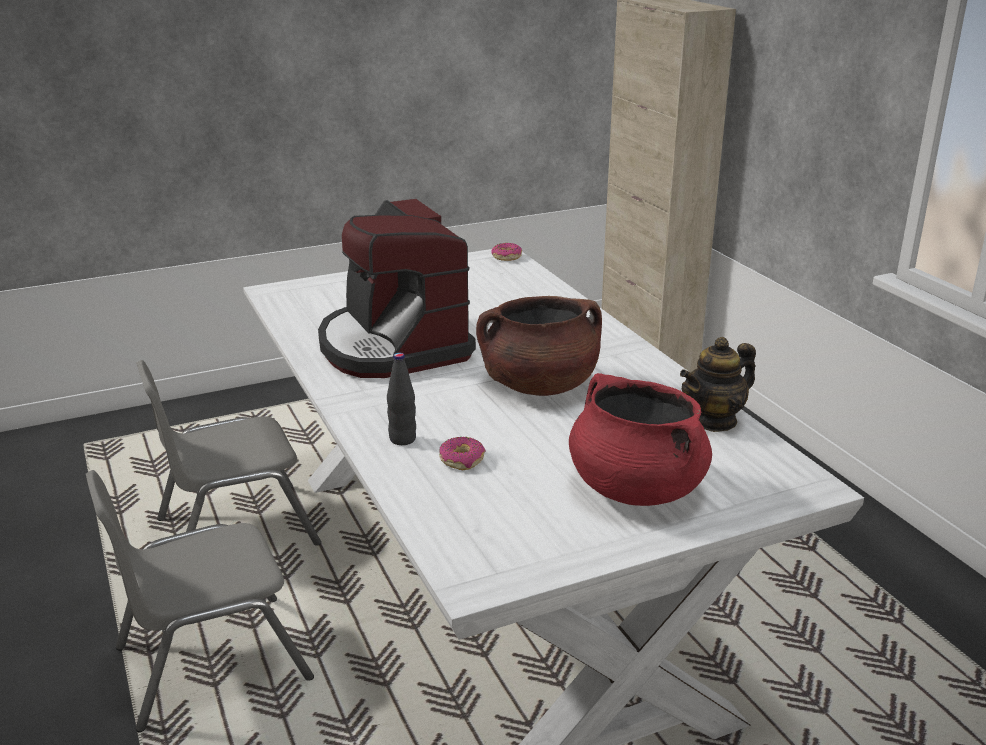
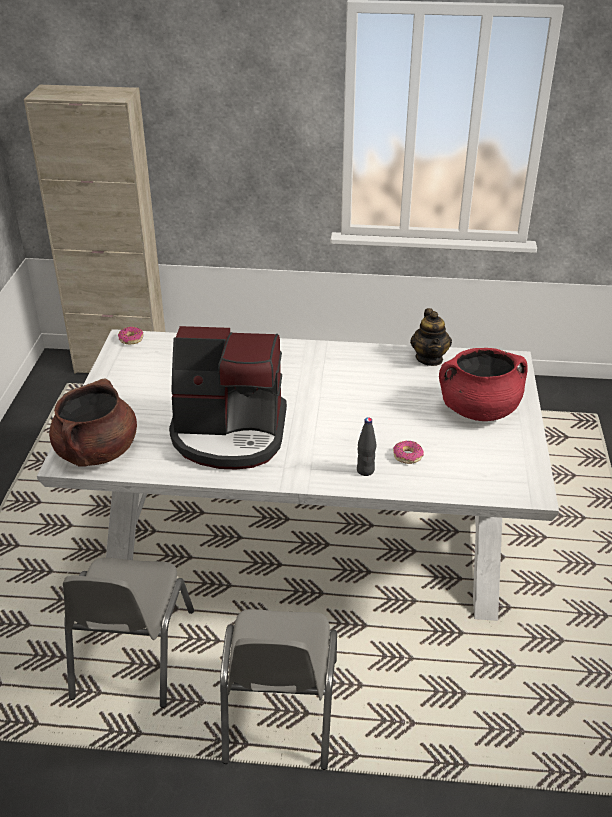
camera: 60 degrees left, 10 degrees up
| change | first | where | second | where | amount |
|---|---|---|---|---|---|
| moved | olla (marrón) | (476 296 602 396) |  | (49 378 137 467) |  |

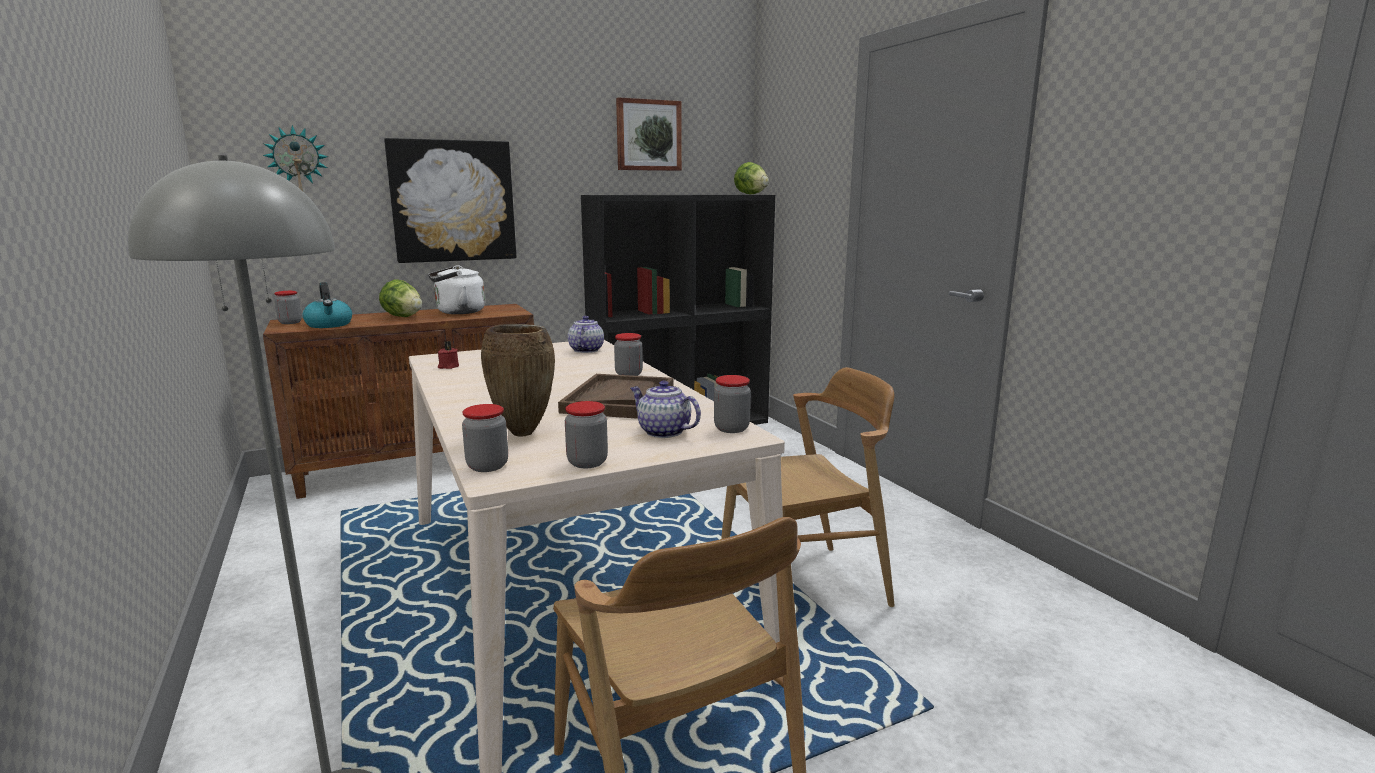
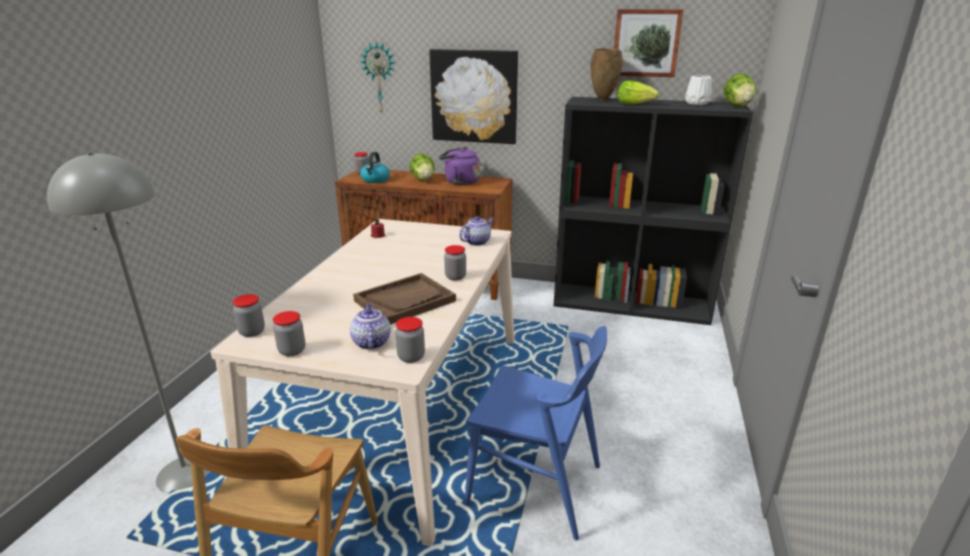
camera: 40 degrees right, 10 degrees up
| change | first | where | second | where | amount |
|---|---|---|---|---|---|
| recoloured | hervidor (blanco) | (428 265 485 314) | hervidor (morado) | (439 147 480 185) |  |
| recoloured | silla (marrón) | (721 367 895 607) | silla (azul) | (464 326 607 540) |  |
| moved | florero (marrón) | (481 324 555 437) |  | (591 48 623 100) |  |
| added |  |  | lechuga | (617 80 659 104) |  |
| added |  |  | florero (blanco) | (685 75 712 105) |  |

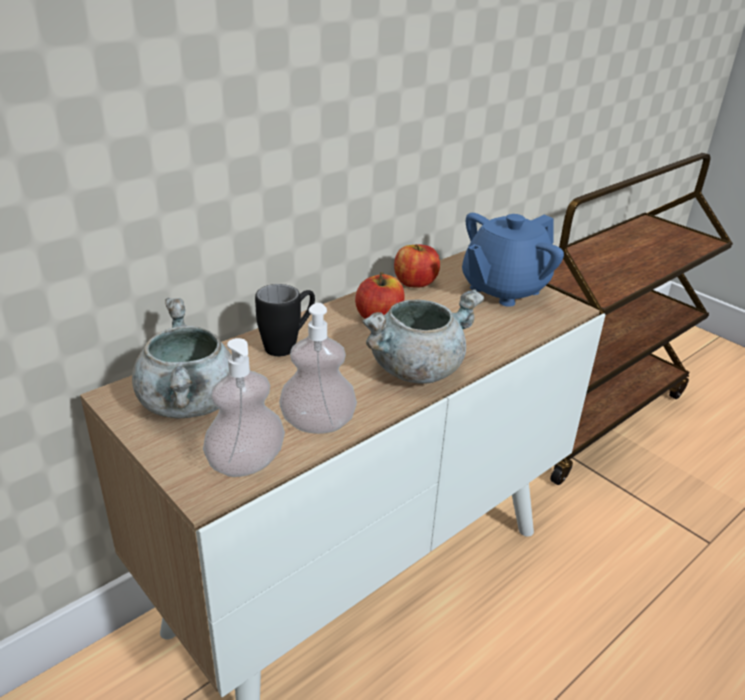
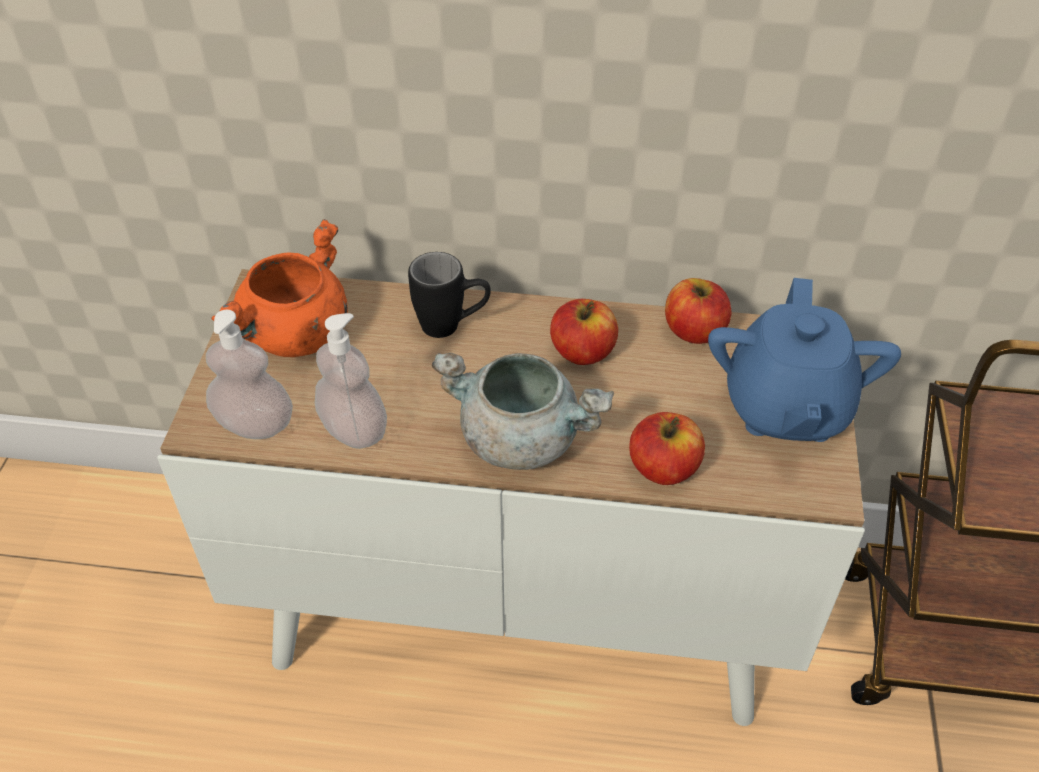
camera: 50 degrees right, 15 degrees up
| change | first | where | second | where | amount |
|---|---|---|---|---|---|
| recoloured | olla (gris) | (132 298 231 418) | olla (naranja) | (211 219 348 357) |  |
| added |  |  | manzana | (629 412 705 485) |  |
| turned | tetera (azul) | (462 213 564 307) |  | (708 278 901 442) | 90 degrees counterclockwise |

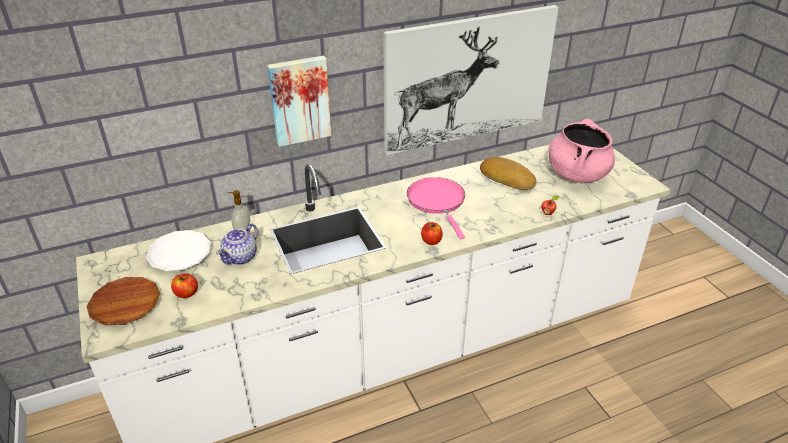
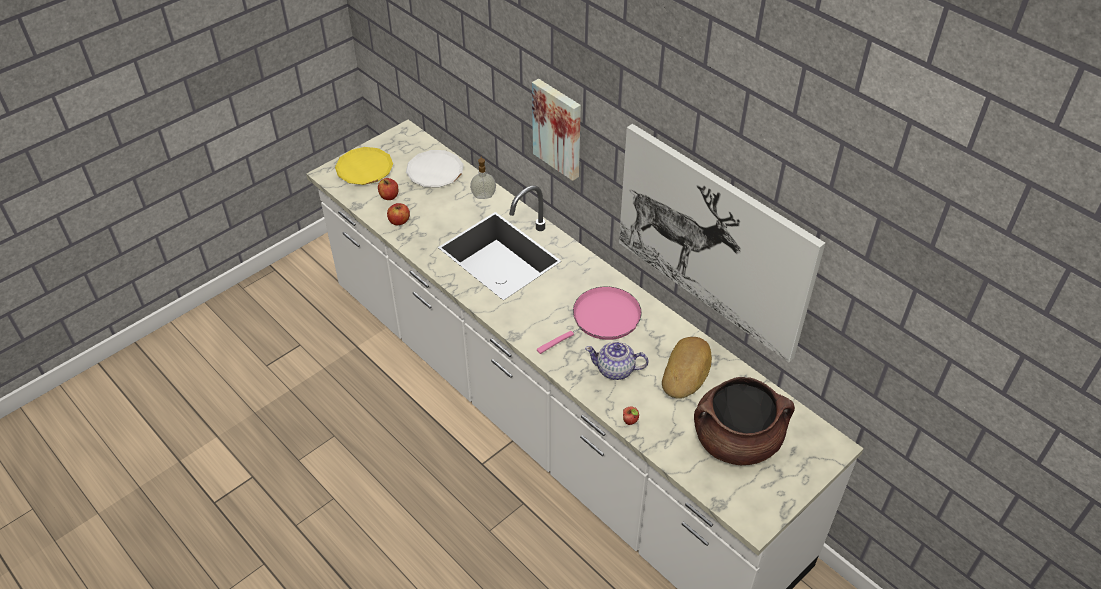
camera: 70 degrees right, 10 degrees up
| change | first | where | second | where | amount |
|---|---|---|---|---|---|
| recoloured | plato (marrón) | (87 277 160 325) | plato (amarillo) | (335 147 393 185) |  |
| moved | manzana | (421 222 442 245) |  | (387 203 410 225) |  |
| moved | tetera | (216 224 258 265) |  | (585 341 649 380) |  |
| recoloured | olla (rosa) | (549 118 615 183) | olla (marrón) | (694 377 795 465) |  |

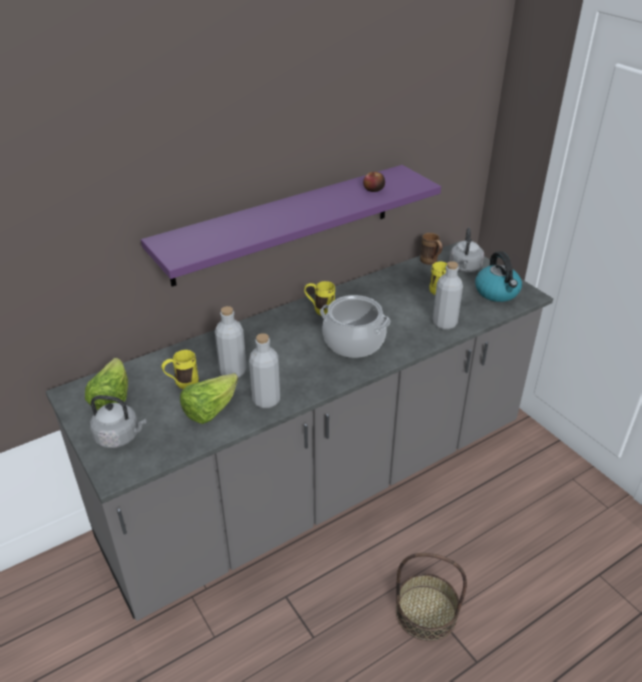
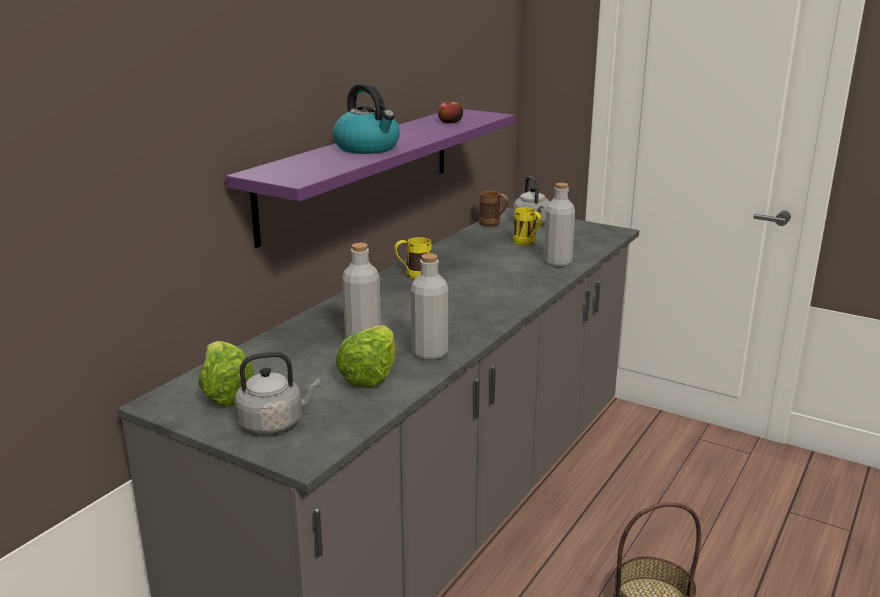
camera: 25 degrees left, 15 degrees down
| change | first | where | second | where | amount |
|---|---|---|---|---|---|
| moved | hervidor | (475 251 522 302) |  | (333 83 400 154) |  |
| removed | taza grande (amarillo) | (161 350 199 389) |  |  |  |
| removed | olla | (320 295 390 358) |  |  |  |

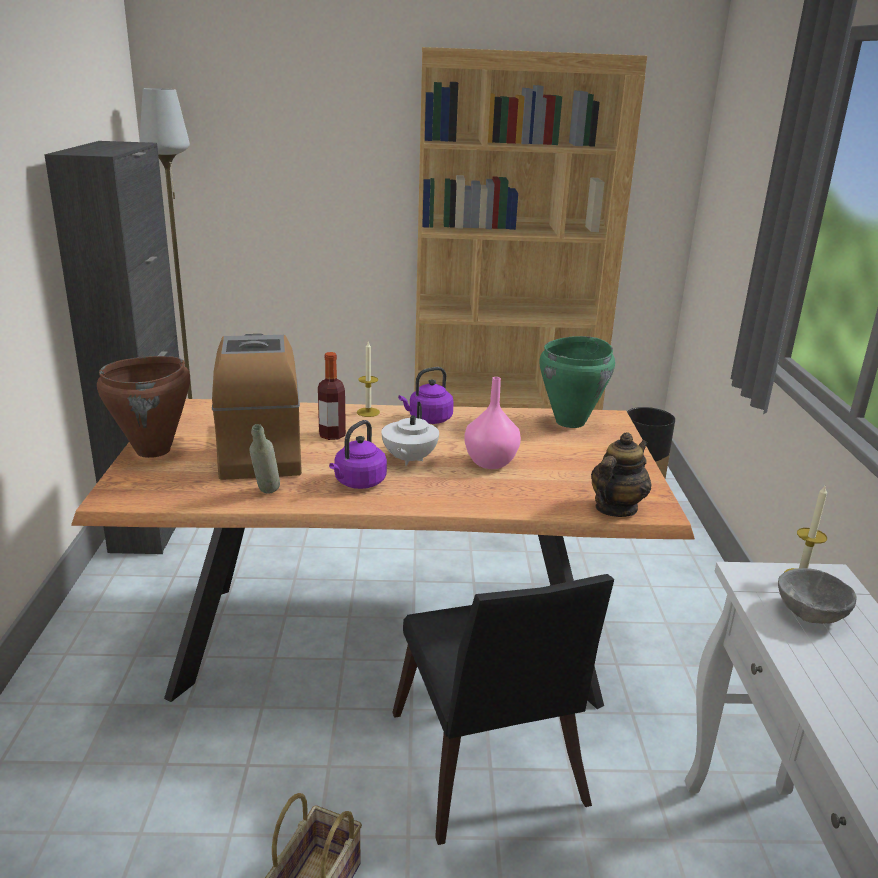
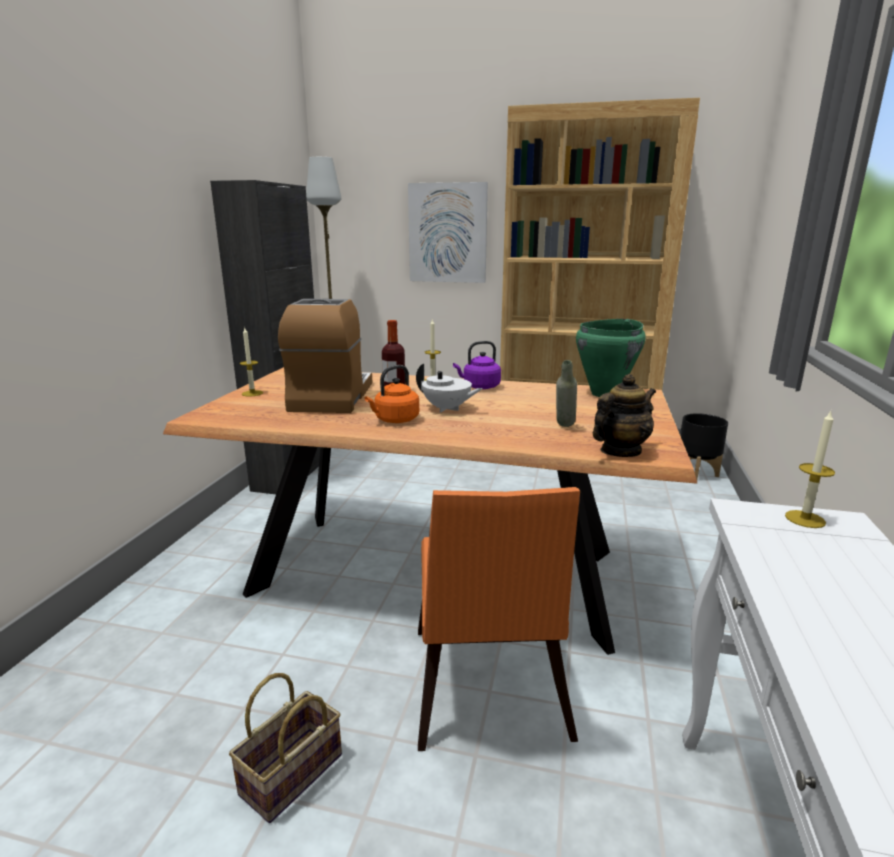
camera: 15 degrees right, 5 degrees down
| change | first | where | second | where | amount |
|---|---|---|---|---|---|
| replaced | olla (marrón) | (97 356 190 458) | vela | (240 328 263 397) |  |
| recoloured | hervidor (morado) | (329 420 387 489) | hervidor (naranja) | (364 365 419 423) |  |
| added |  |  | cuadro | (408 182 488 283) |  |
| turned | tetera (blanco) | (381 402 439 466) |  | (416 364 483 413) | 90 degrees counterclockwise |
| recoloured | silla (negro) | (392 574 614 845) | silla (naranja) | (418 487 580 751) |  |
| moved | botella (gris) | (249 424 280 494) |  | (556 360 577 427) |  |
| removed | florero (rosa) | (464 377 521 469) |  |  |  |
| removed | cuenco (gris) | (778 568 857 624) |  |  |  |

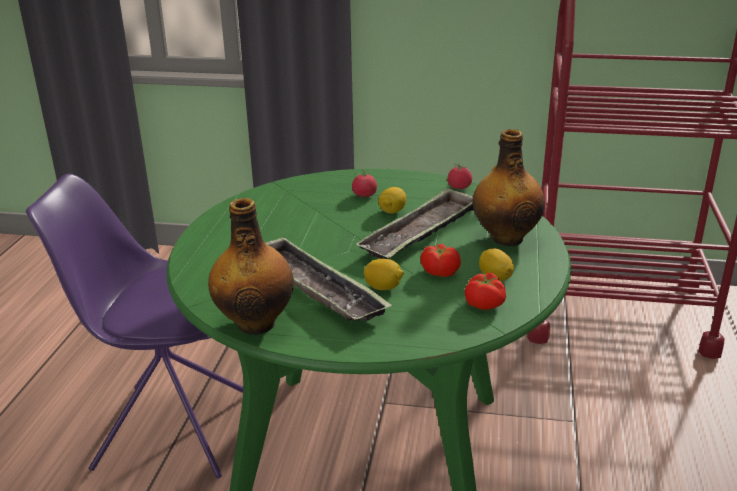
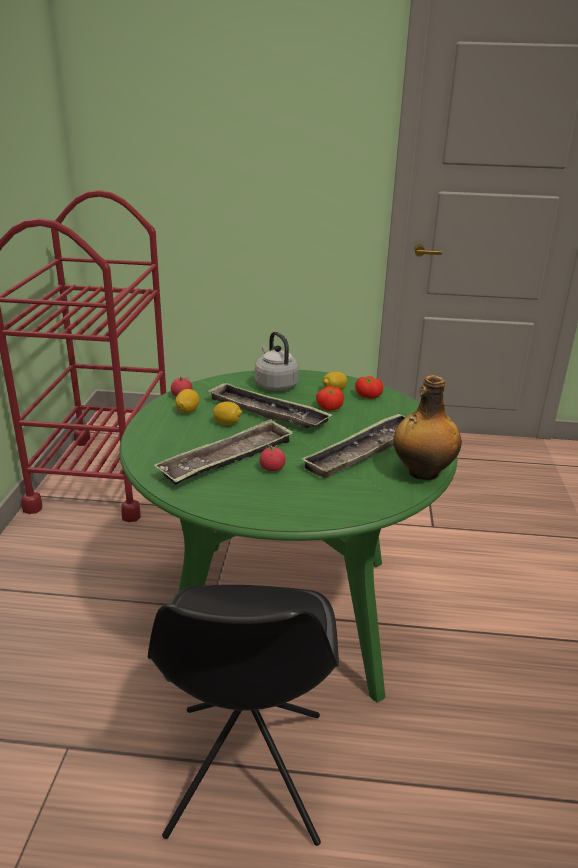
camera: 95 degrees left, 0 degrees up
| change | first | where | second | where | amount |
|---|---|---|---|---|---|
| recoloured | silla (morado) | (26 174 243 479) | silla (negro) | (148 585 339 846) |  |
| added |  |  | bandeja | (154 419 294 485) |  |
| moved | limón | (364 259 404 290) |  | (175 389 200 413) |  |
| replaced | botella | (472 129 545 246) | hervidor (gris) | (255 332 299 391) |  |
| moved | tomate | (352 169 377 197) |  | (260 444 285 471) |  |

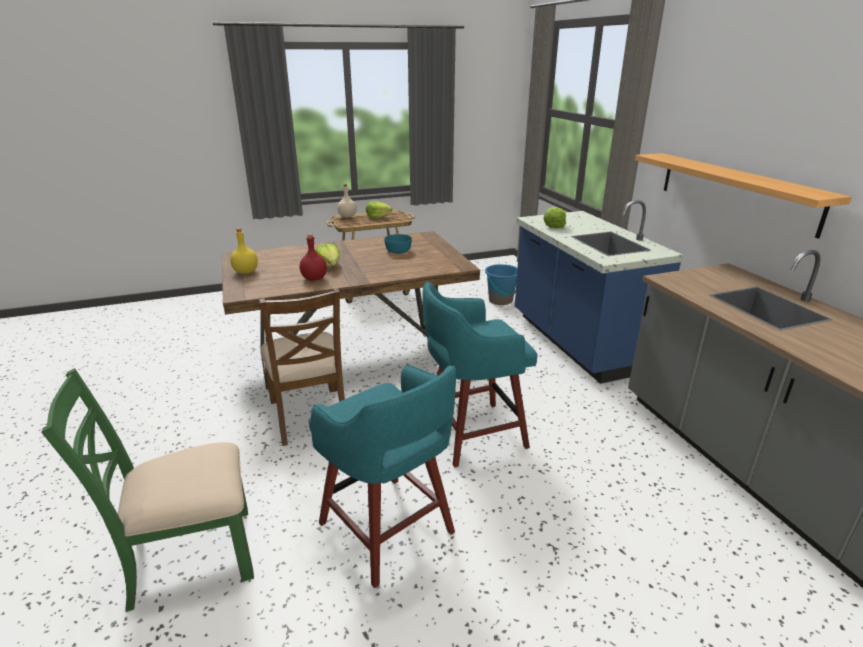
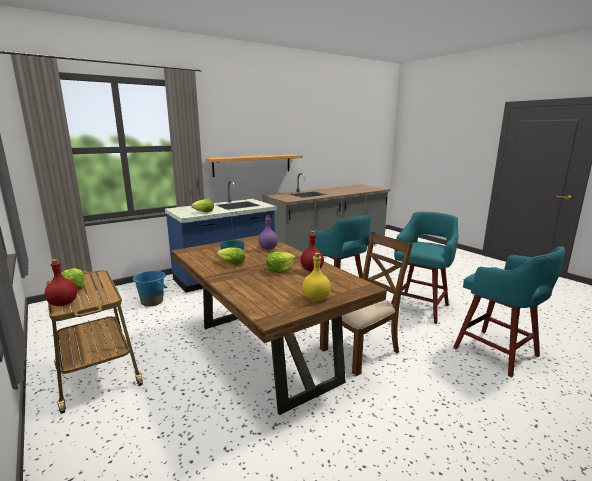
camera: 105 degrees left, 10 degrees down
| change | first | where | second | where | amount |
|---|---|---|---|---|---|
| recoloured | botella (beis) | (337 184 357 218) | botella (rojo) | (45 259 77 306) |  |
| added |  |  | lechuga | (217 247 245 265) |  |
| added |  |  | botella (morado) | (258 215 278 250) |  |
| replaced | silla (verde) | (41 368 254 612) | taburete (turquesa) | (453 246 565 378) |  |

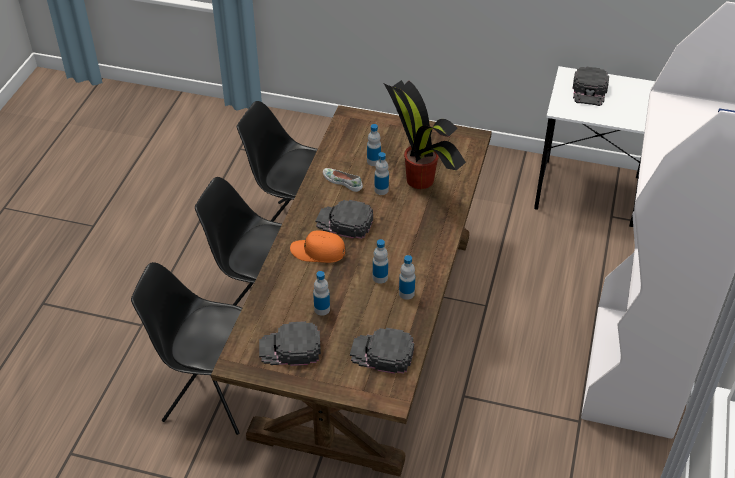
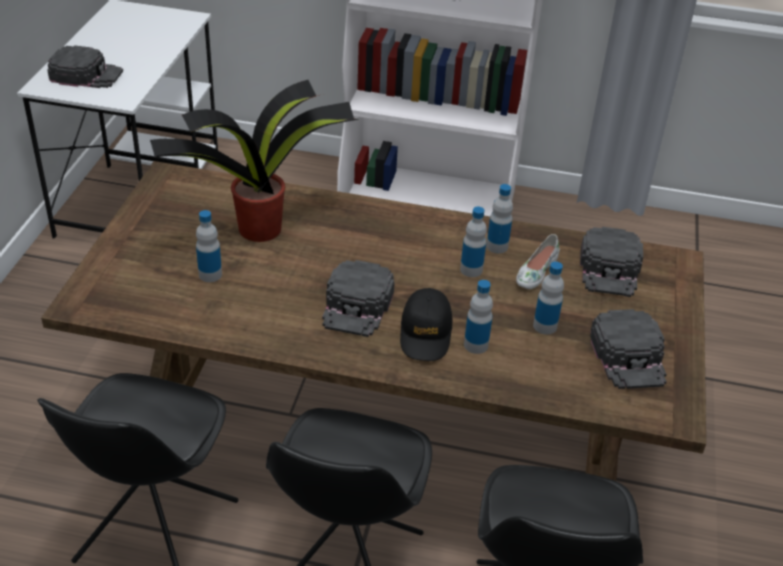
camera: 95 degrees left, 5 degrees down
| change | first | where | second | where | amount |
|---|---|---|---|---|---|
| recoloured | gorra (naranja) | (290 230 345 263) | gorra (negro) | (400 288 452 361) |  |
| moved | botella | (375 152 389 195) |  | (464 280 493 354) |  |
| moved | zapato (blanco) | (323 168 363 192) |  | (516 234 560 289) |  |

